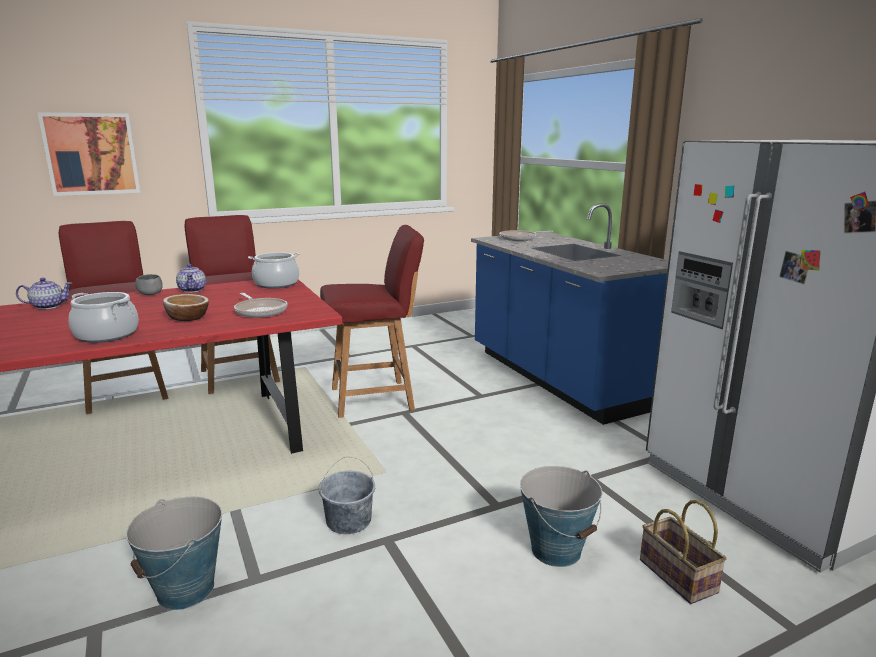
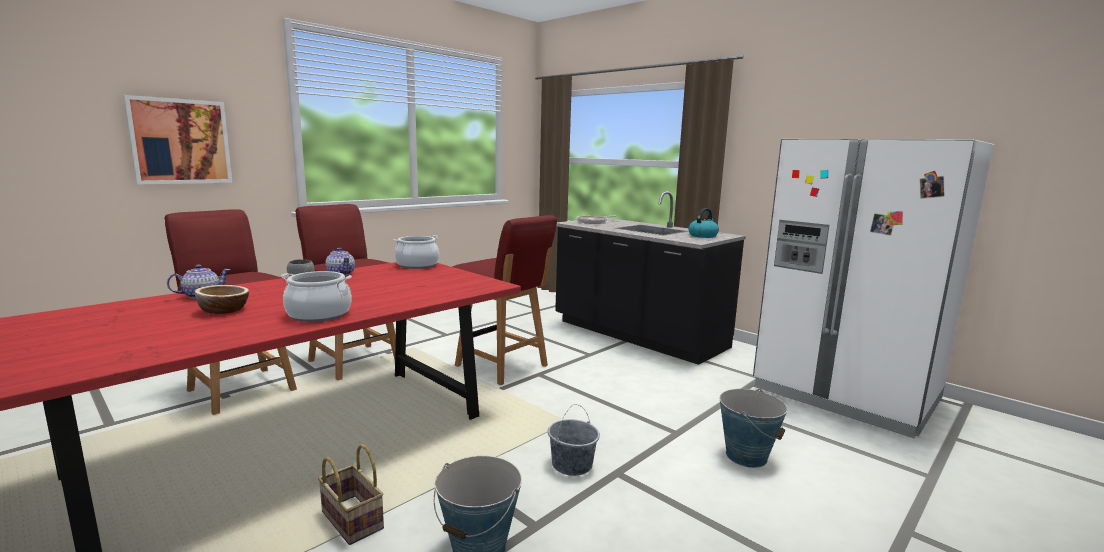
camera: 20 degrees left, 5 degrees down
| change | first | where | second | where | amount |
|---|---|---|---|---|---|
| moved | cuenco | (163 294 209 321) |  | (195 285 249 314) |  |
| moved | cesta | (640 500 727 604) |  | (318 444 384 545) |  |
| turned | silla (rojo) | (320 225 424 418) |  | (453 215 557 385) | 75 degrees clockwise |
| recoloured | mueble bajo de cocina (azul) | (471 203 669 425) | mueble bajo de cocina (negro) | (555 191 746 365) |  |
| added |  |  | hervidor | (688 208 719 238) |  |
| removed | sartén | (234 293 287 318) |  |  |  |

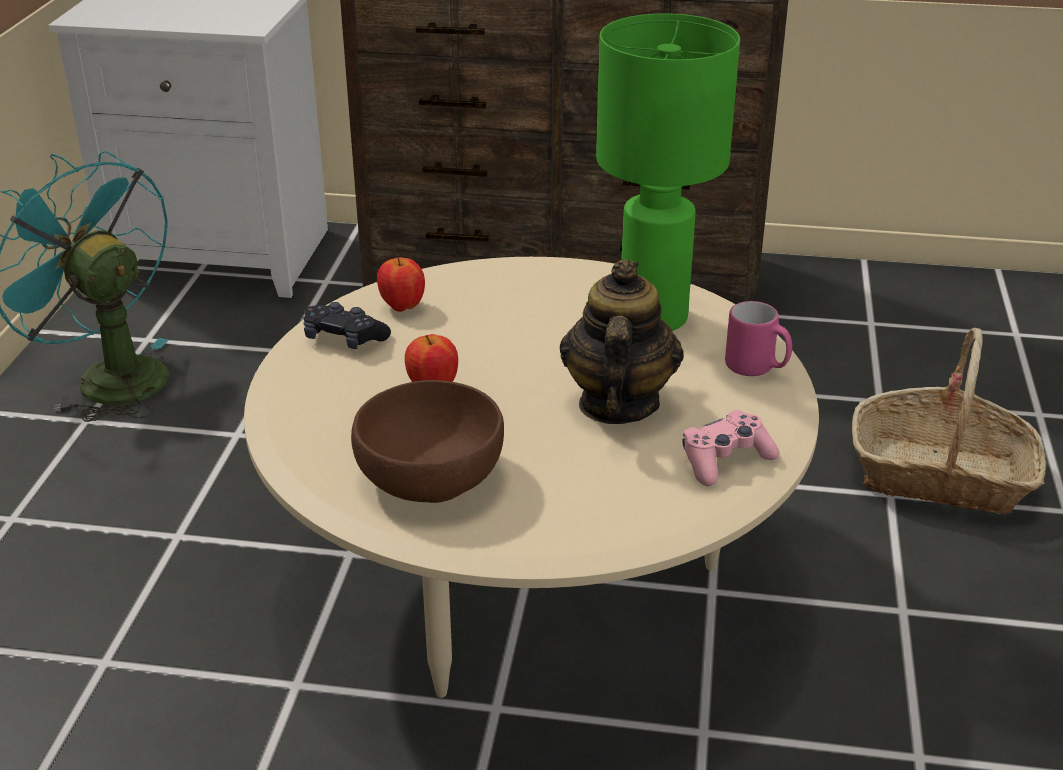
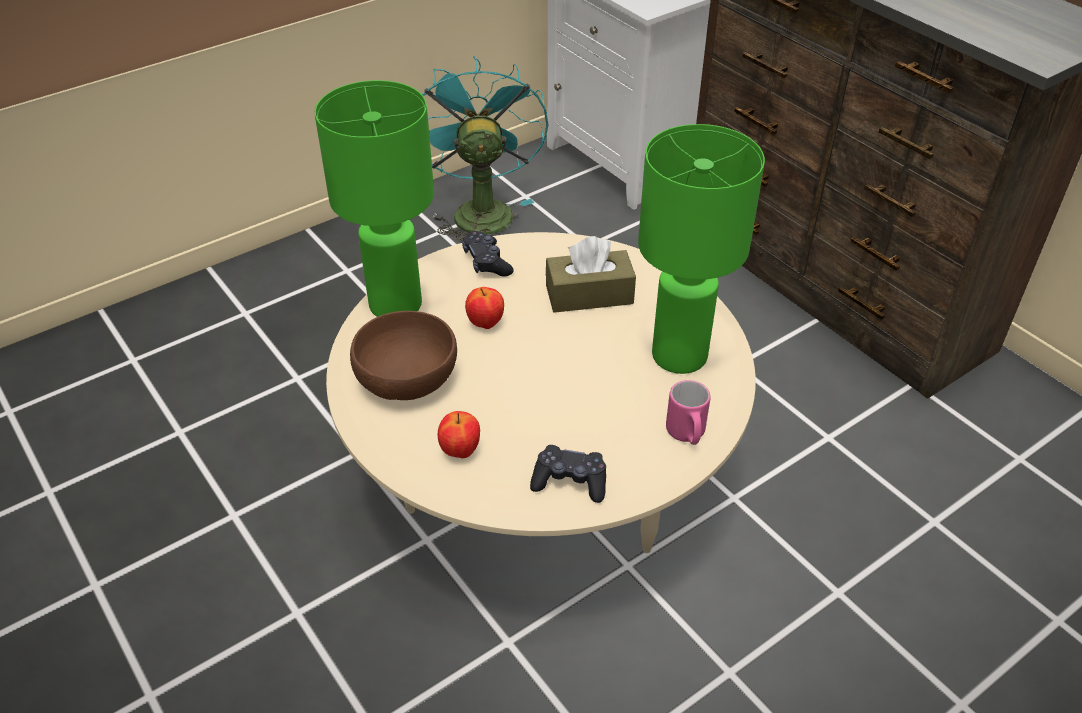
camera: 45 degrees right, 10 degrees up
| change | first | where | second | where | amount |
|---|---|---|---|---|---|
| added |  |  | lámpara de mesa (verde) | (315 80 434 317) |  |
| moved | manzana | (377 254 425 312) |  | (438 411 480 458) |  |
| recoloured | mando de consola (rosa) | (682 410 780 486) | mando de consola (negro) | (530 445 606 503) |  |
| added |  |  | caja de pañuelos (marrón) | (546 236 636 313) |  |
| removed | tetera | (560 259 684 424) |  |  |  |
| removed | cesta | (852 328 1047 514) |  |  |  |

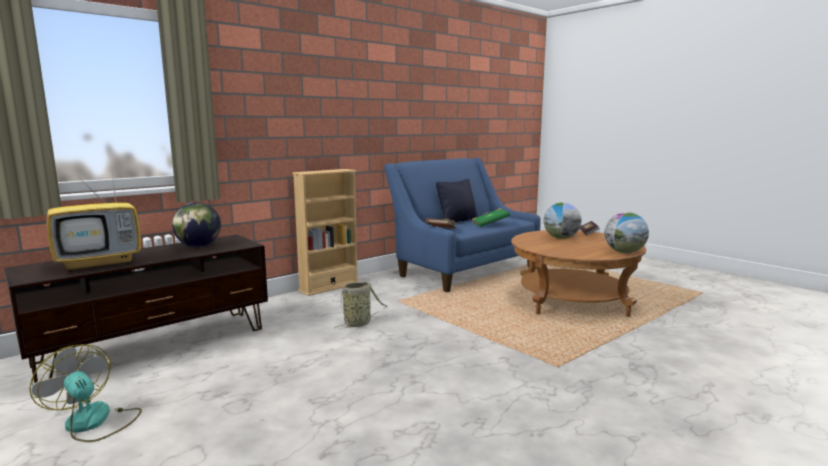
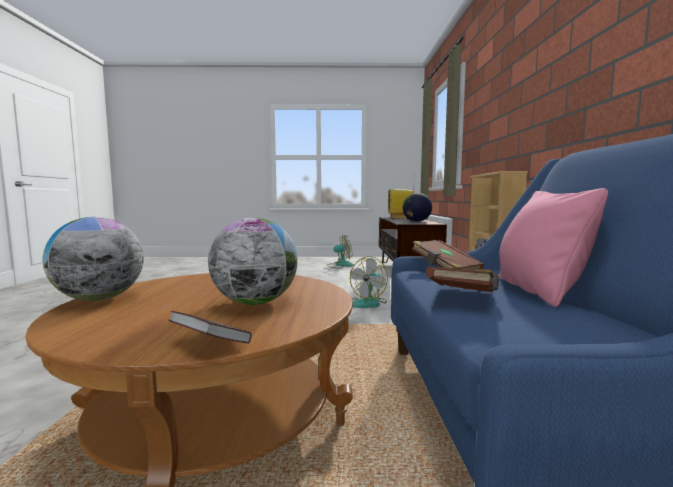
camera: 130 degrees right, 5 degrees down
| change | first | where | second | where | amount |
|---|---|---|---|---|---|
| replaced | cesta | (334 282 388 329) | ventilador | (350 256 388 308) |  |
| recoloured | libro (verde) | (472 208 510 227) | libro (marrón) | (426 266 499 292) |  |
| recoloured | cojín (negro) | (436 179 478 223) | cojín (rosa) | (499 188 608 307) |  |

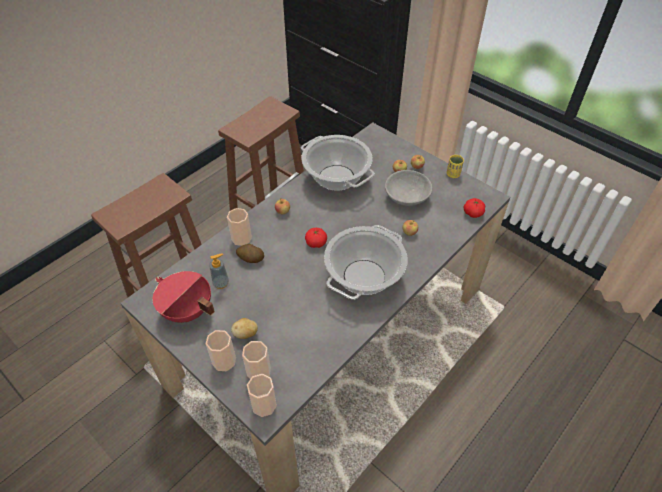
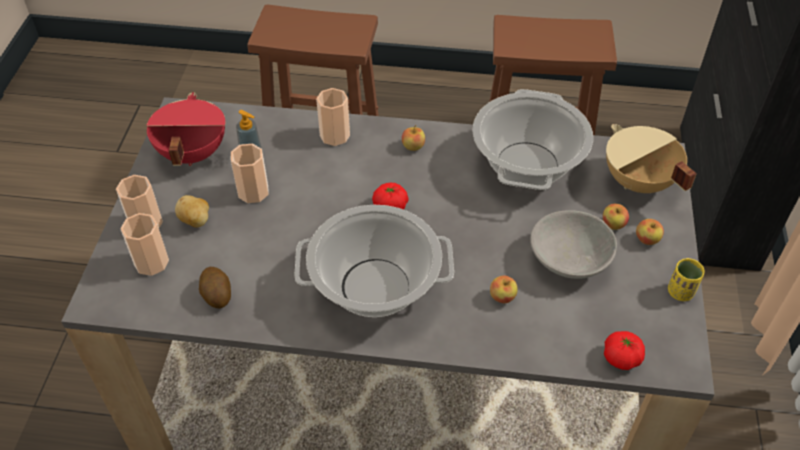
camera: 55 degrees right, 0 degrees up
| change | first | where | second | where | amount |
|---|---|---|---|---|---|
| moved | patata | (236 244 264 263) |  | (199 267 231 309) |  |
| moved | taza | (247 374 277 417) |  | (231 144 269 203) |  |
| added |  |  | olla (beis) | (606 124 697 193) |  |

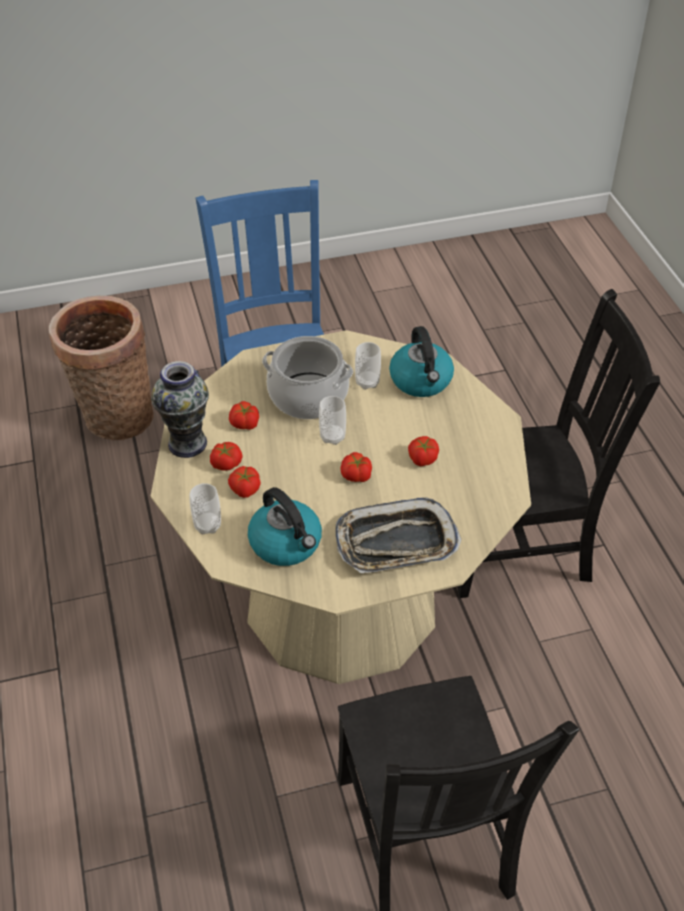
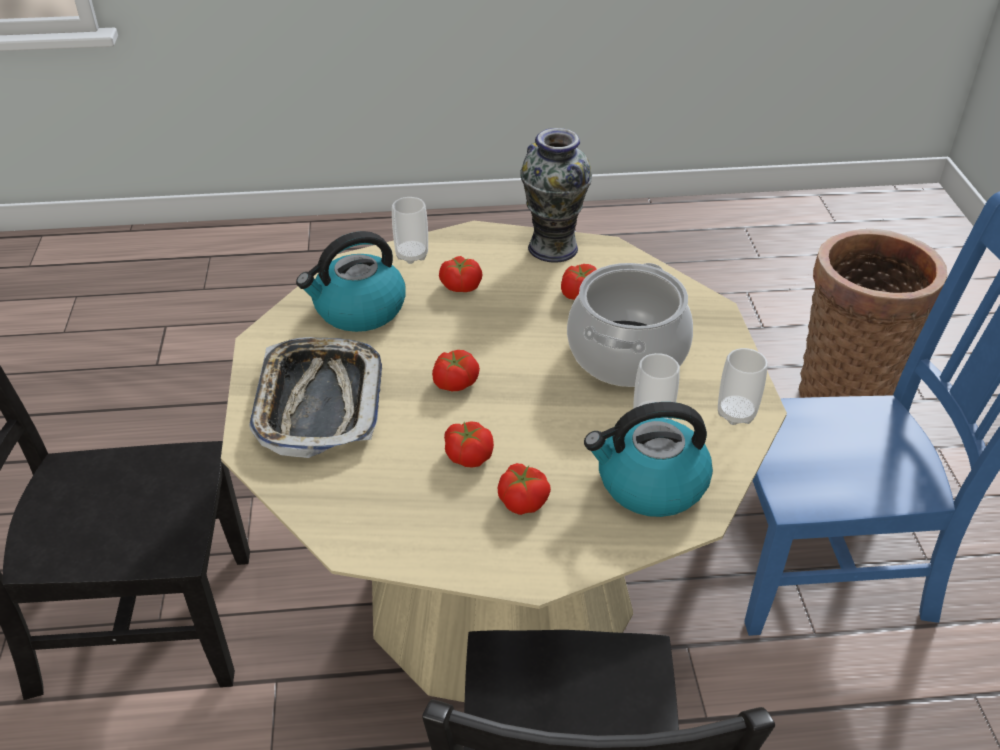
camera: 100 degrees right, 5 degrees down
| change | first | where | second | where | amount |
|---|---|---|---|---|---|
| moved | tomate | (210 442 243 471) |  | (498 463 551 515) |  |
| moved | taza | (319 396 346 445) |  | (718 348 768 425) |  |

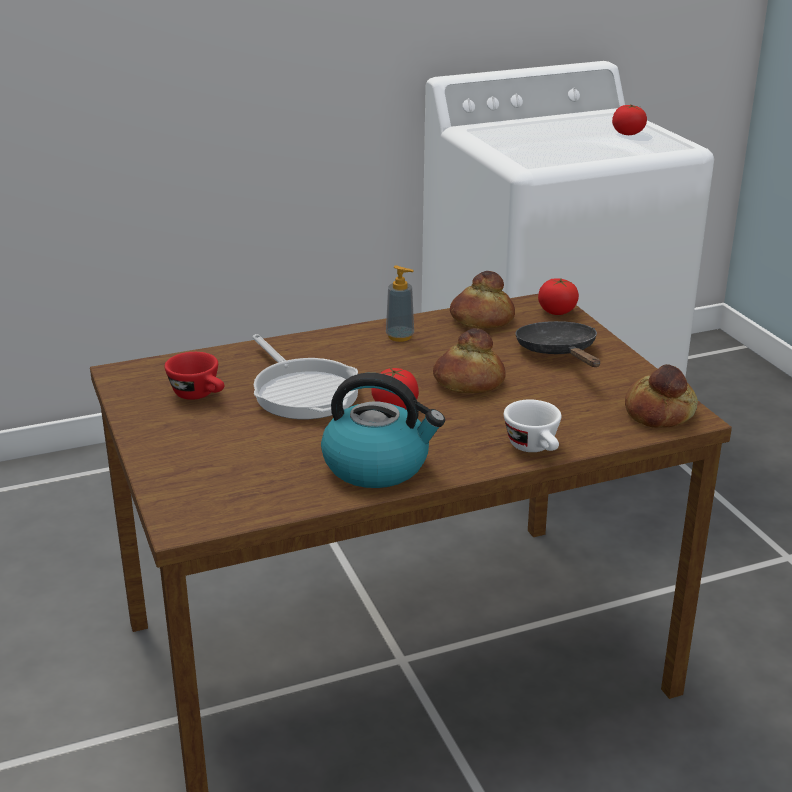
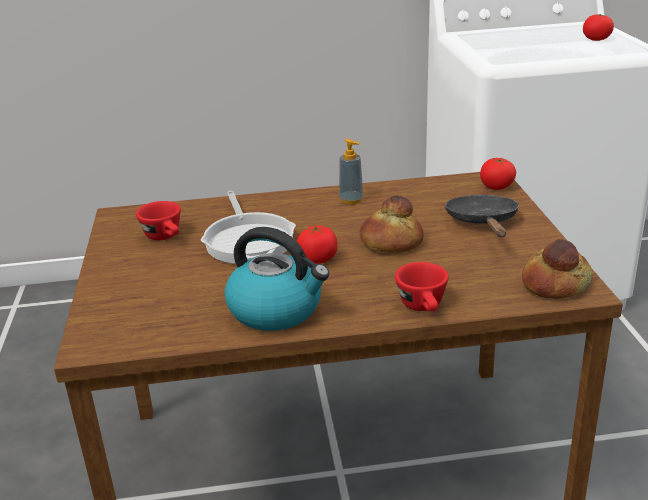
camera: 15 degrees right, 0 degrees up
| change | first | where | second | where | amount |
|---|---|---|---|---|---|
| recoloured | taza (blanco) | (504 399 561 452) | taza (rojo) | (395 262 448 311) |  |
| removed | pan | (450 271 515 328) |  |  |  |

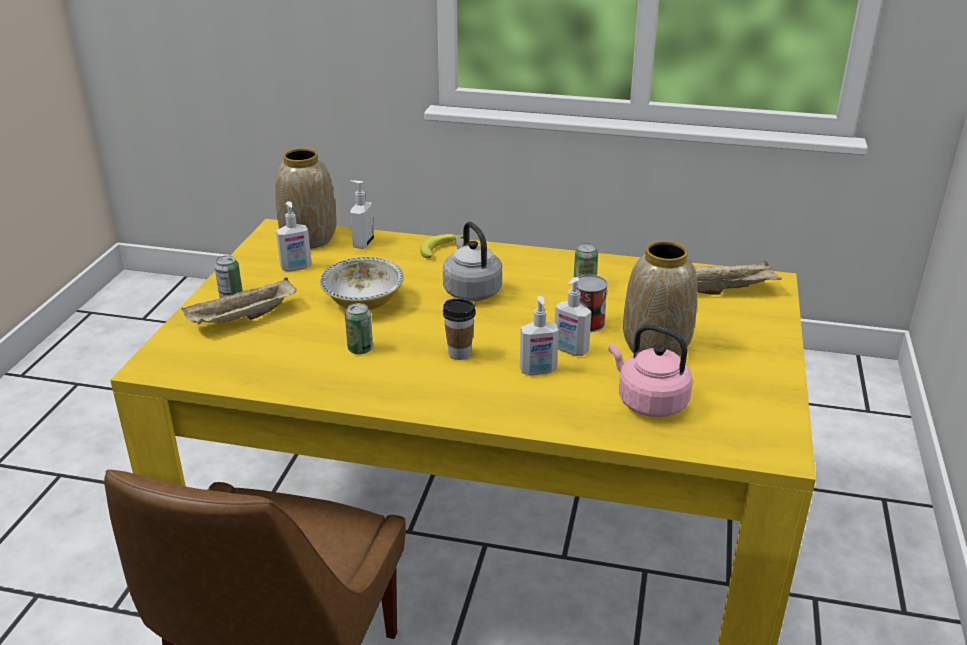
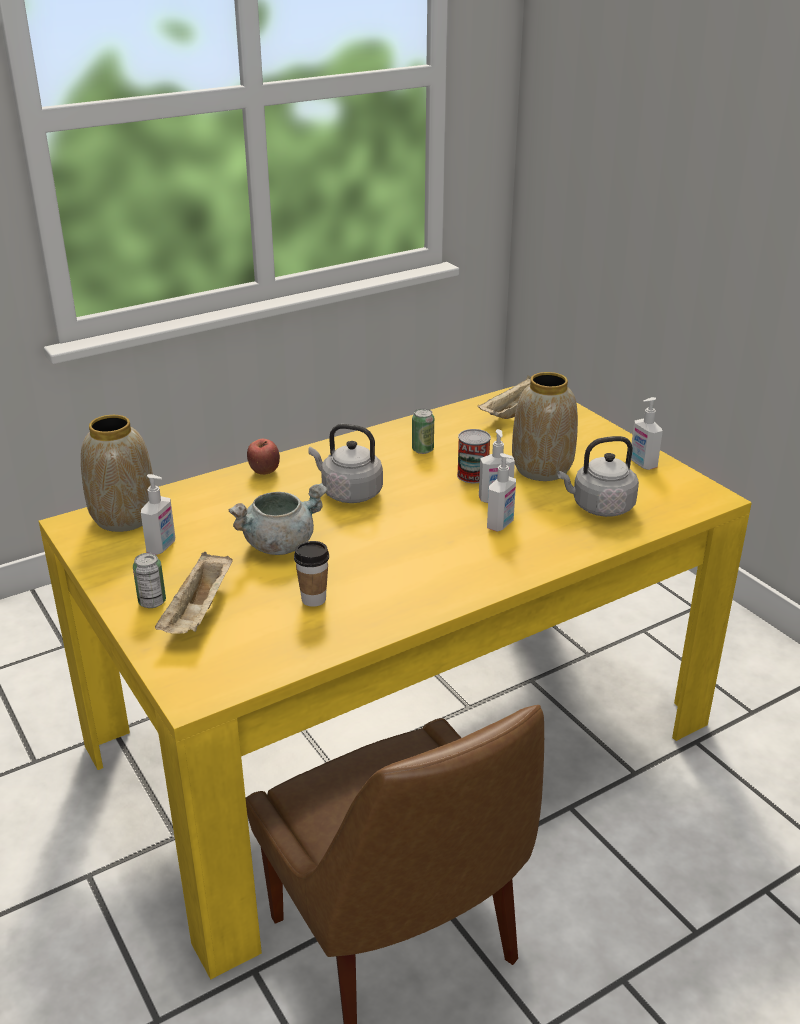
camera: 45 degrees left, 0 degrees up
| change | first | where | second | where | amount |
|---|---|---|---|---|---|
| replaced | cuenco | (320 257 404 310) | olla (gris) | (228 483 328 555) |  |
| replaced | plátano | (420 234 463 258) | manzana | (247 439 280 475) |  |
| moved | taza | (443 299 476 360) |  | (294 541 329 607) |  |
| recoloured | hervidor (rosa) | (609 324 693 417) | hervidor (gris) | (557 436 639 517) |  |
| moved | dispensador de jabón | (350 180 374 249) |  | (631 397 663 470) |  |
| removed | lata | (345 303 373 355) |  |  |  |

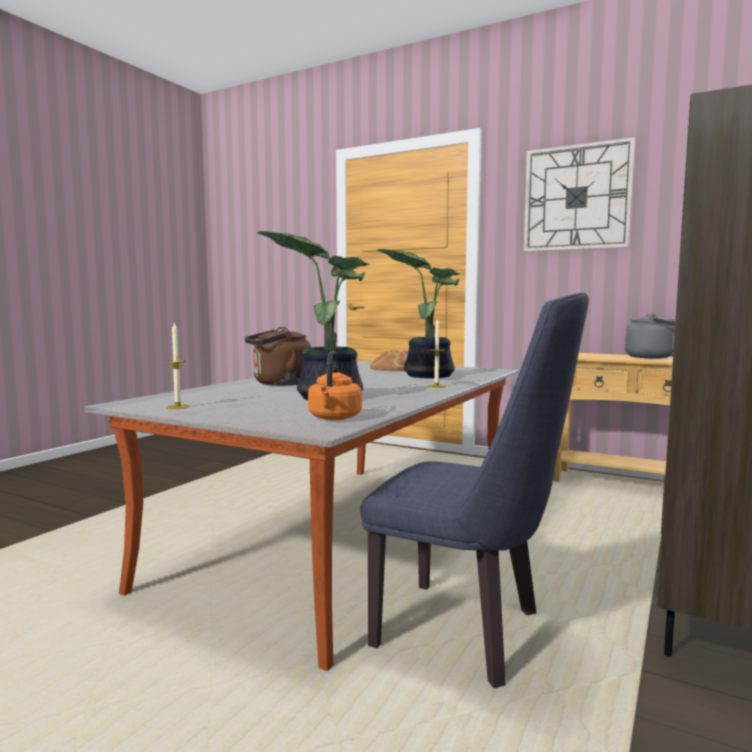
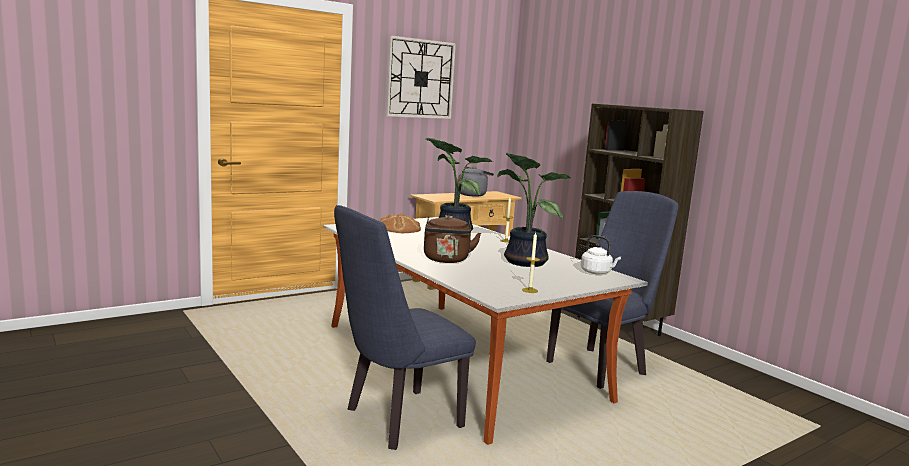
camera: 65 degrees left, 5 degrees up
| change | first | where | second | where | amount |
|---|---|---|---|---|---|
| added |  |  | silla (azul) | (334 205 476 450) |  |
| recoloured | hervidor (naranja) | (308 351 362 420) | hervidor (blanco) | (581 235 621 274) |  |

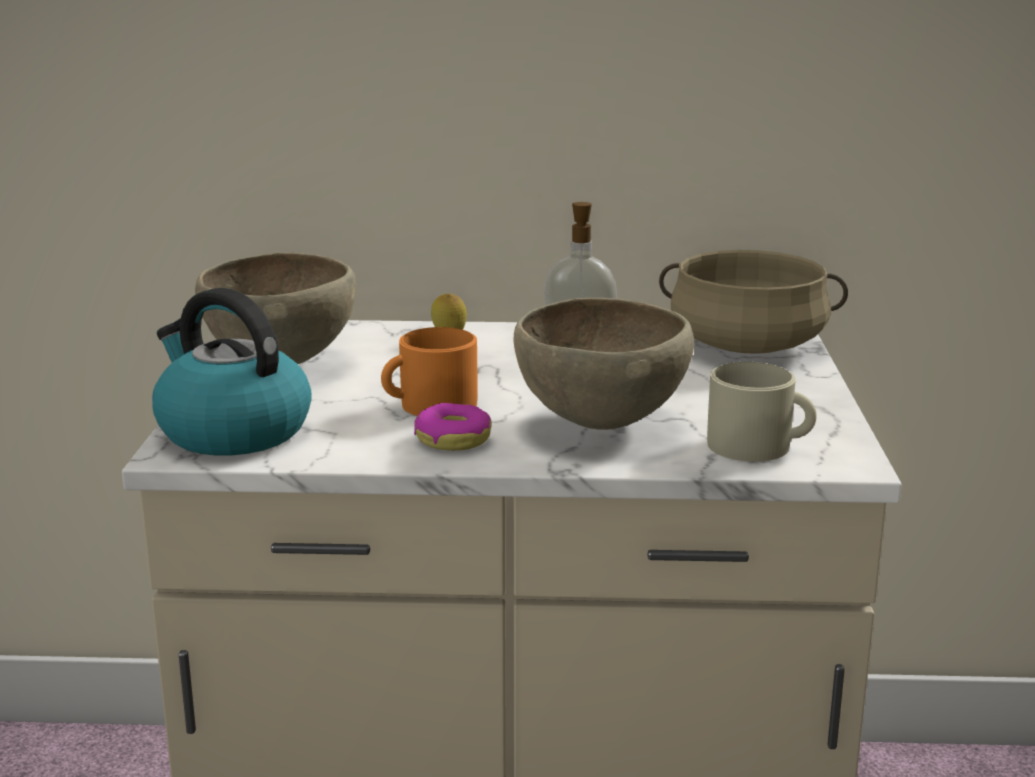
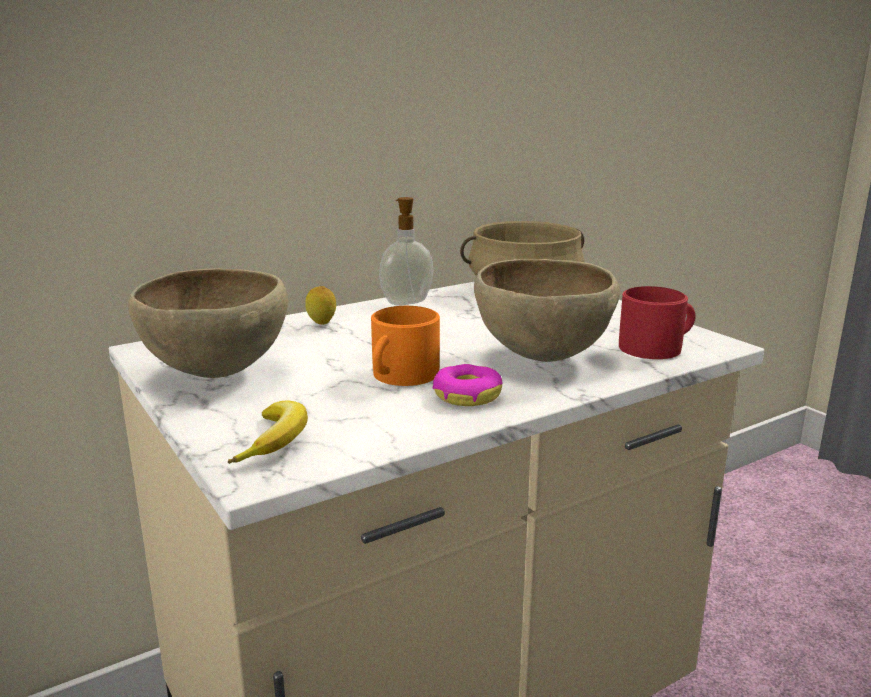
camera: 35 degrees left, 0 degrees up
| change | first | where | second | where | amount |
|---|---|---|---|---|---|
| replaced | hervidor | (152 288 312 456) | plátano | (227 401 308 464) |  |
| recoloured | taza grande (beis) | (707 362 817 462) | taza grande (rojo) | (619 286 695 359) |  |

